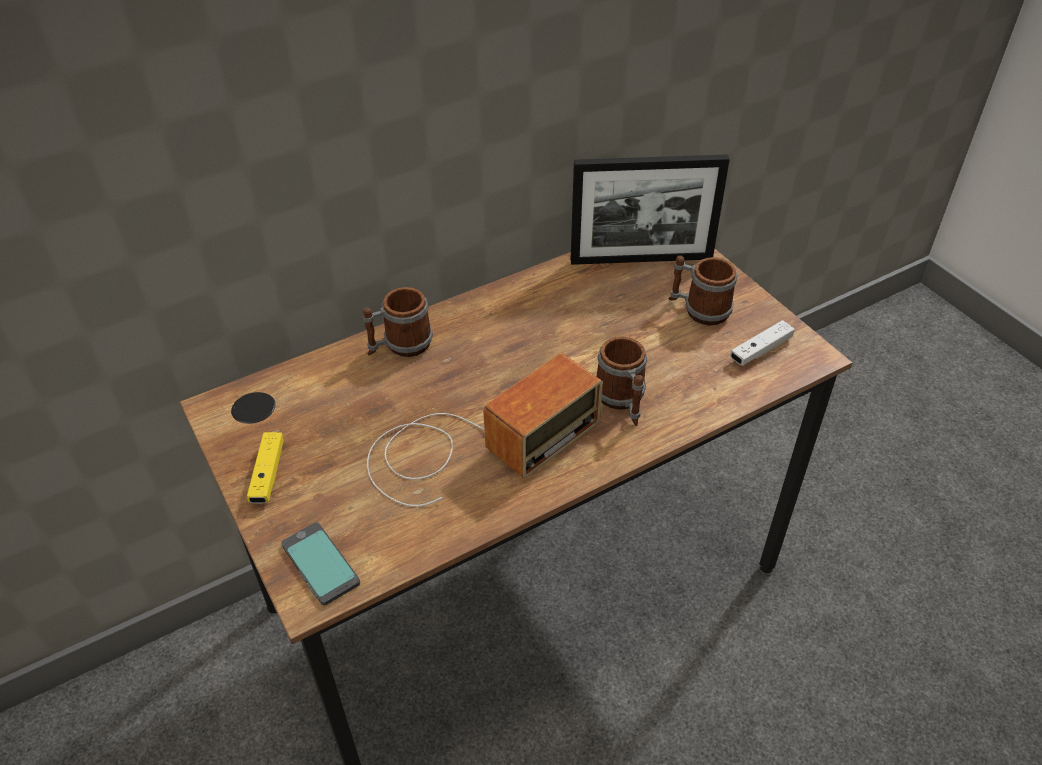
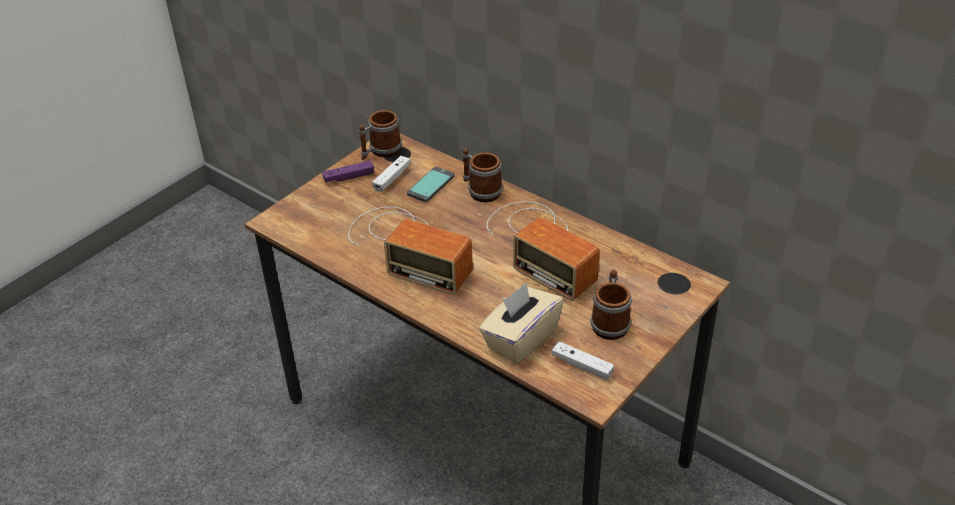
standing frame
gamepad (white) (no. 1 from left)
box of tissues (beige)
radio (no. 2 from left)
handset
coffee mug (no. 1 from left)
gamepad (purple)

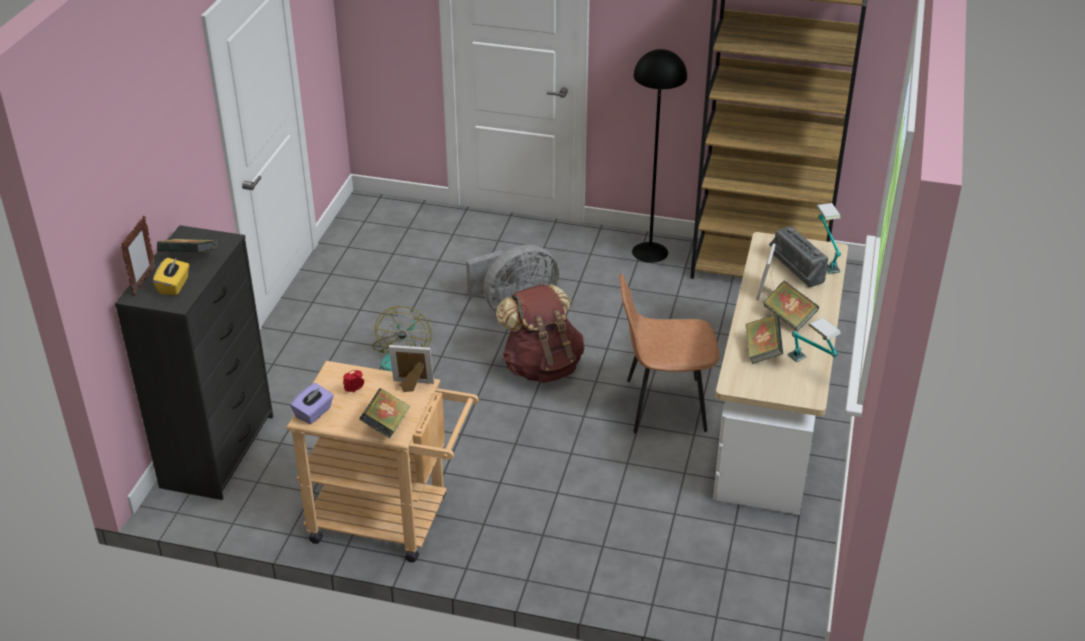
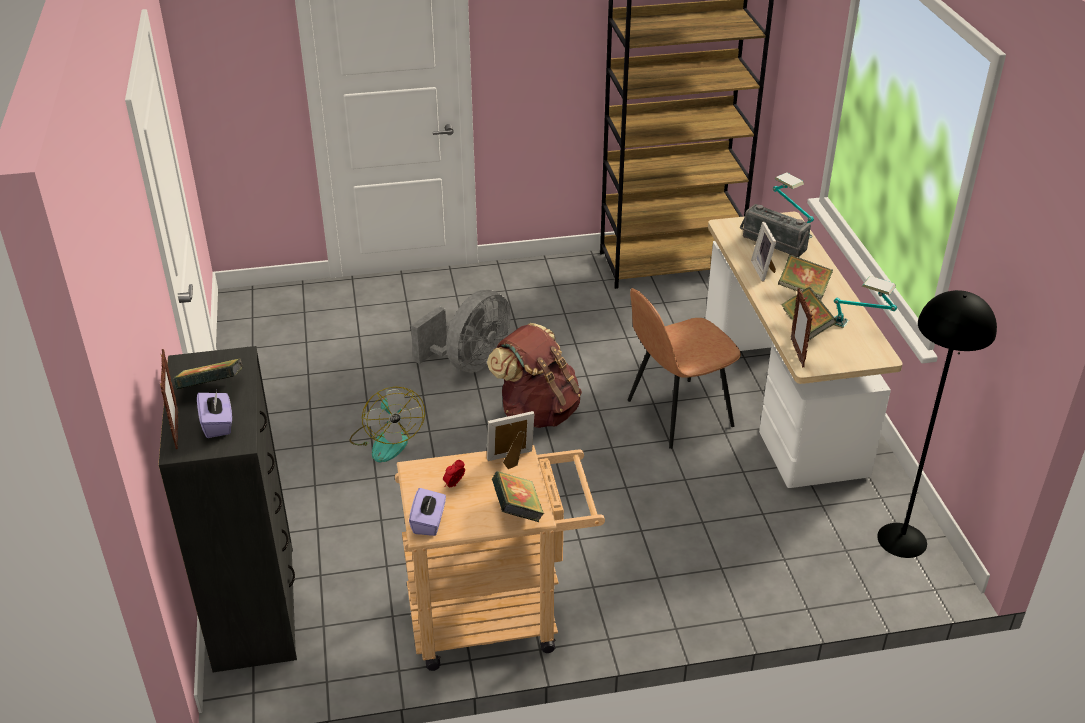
standing frame (no. 4 from left)
standard lamp (black-coloured)
box of tissues (purple) (no. 1 from left)

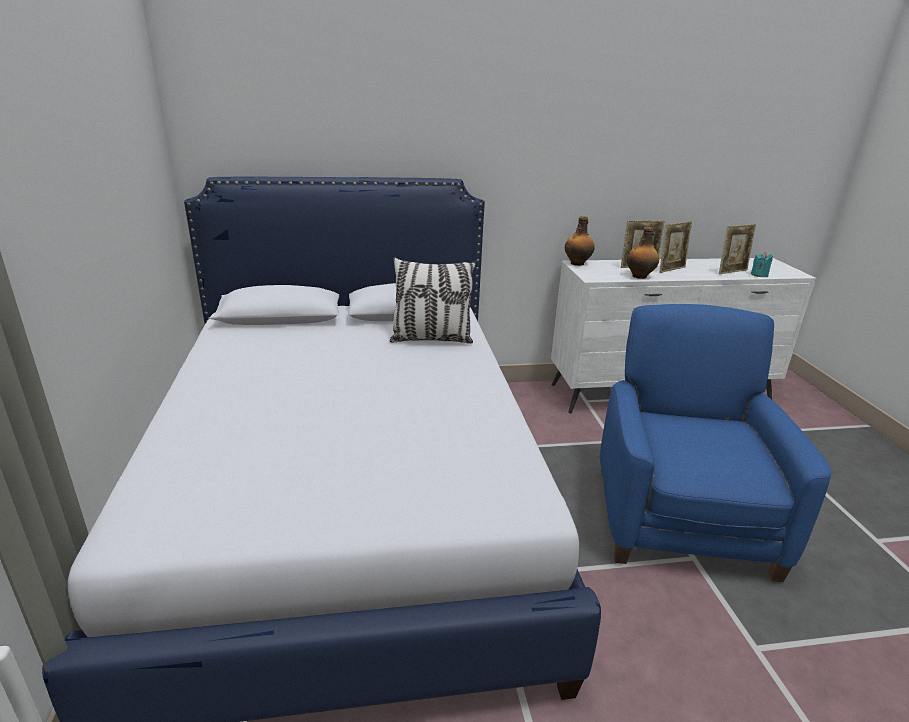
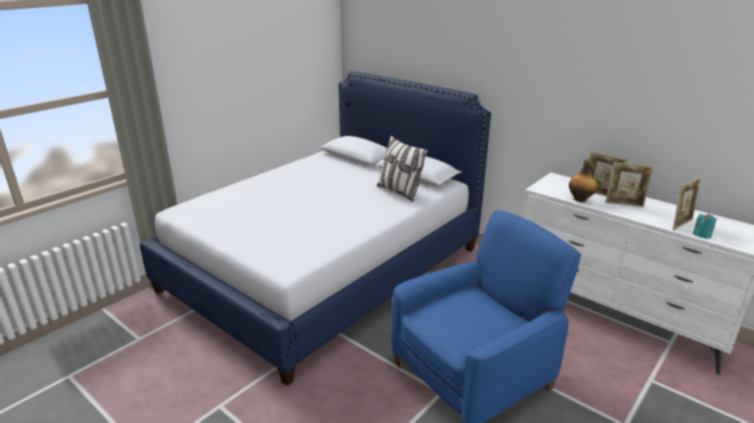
drink bottle (no. 1 from left in the first image)
standing frame (no. 3 from left)

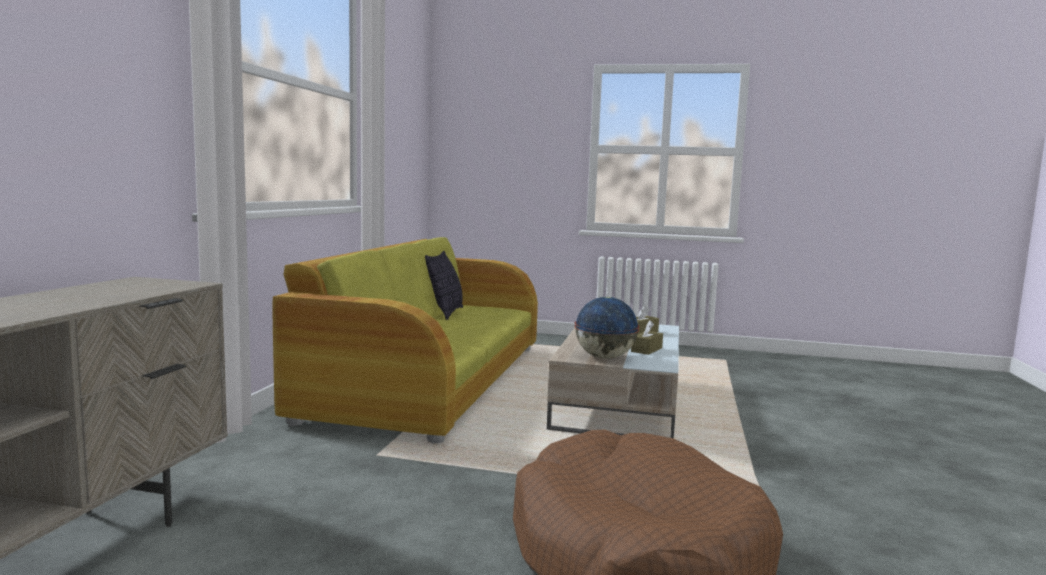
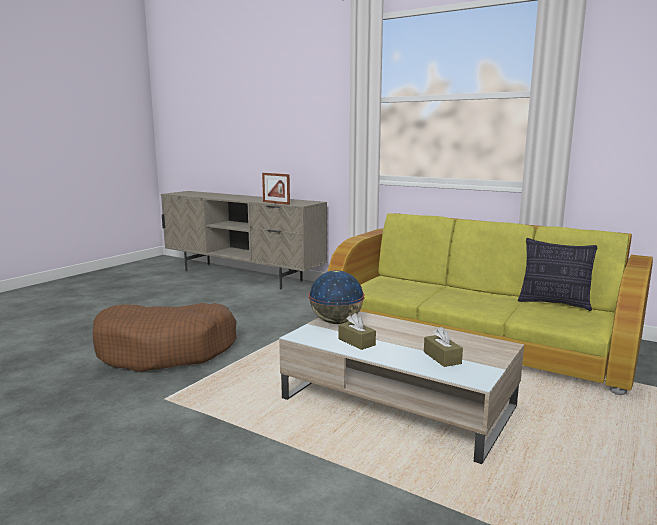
standing frame

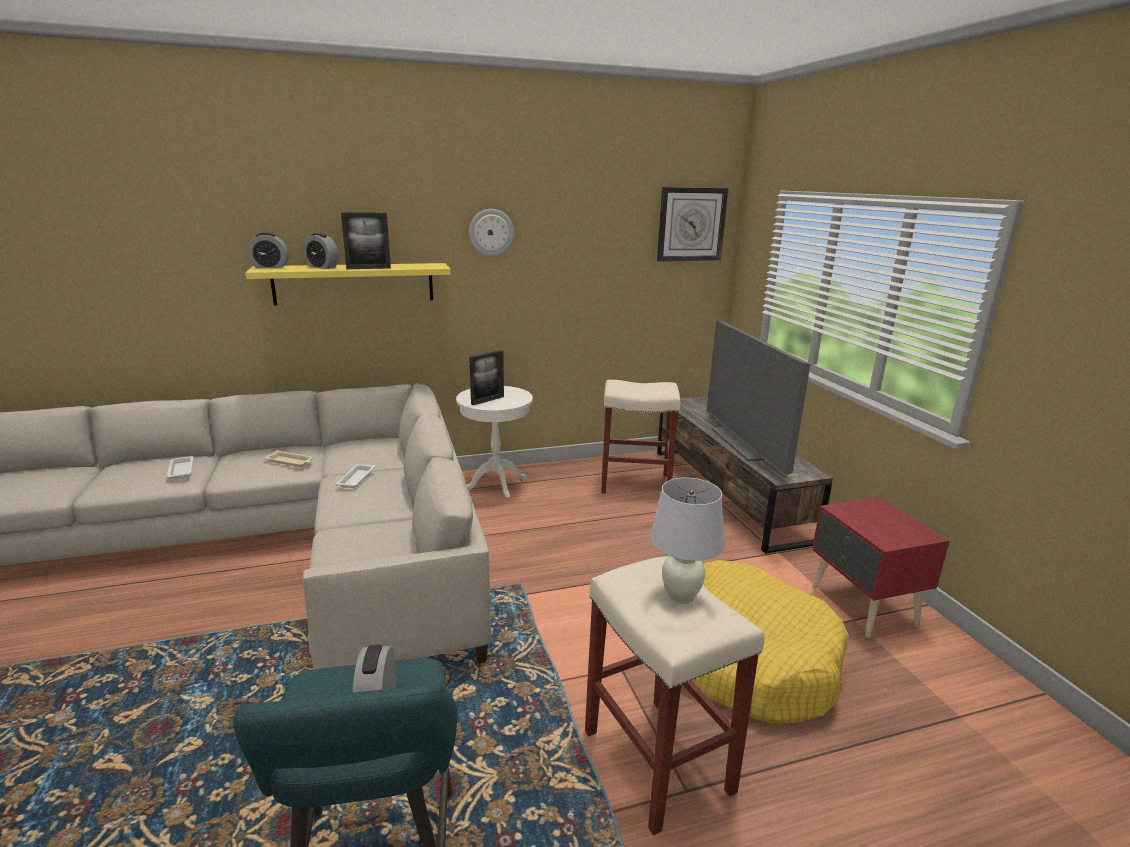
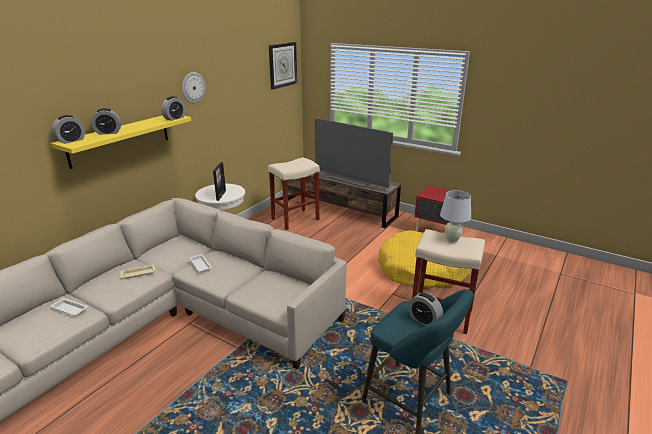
standing frame (no. 1 from left in the first image)
bedside clock (no. 3 from left)

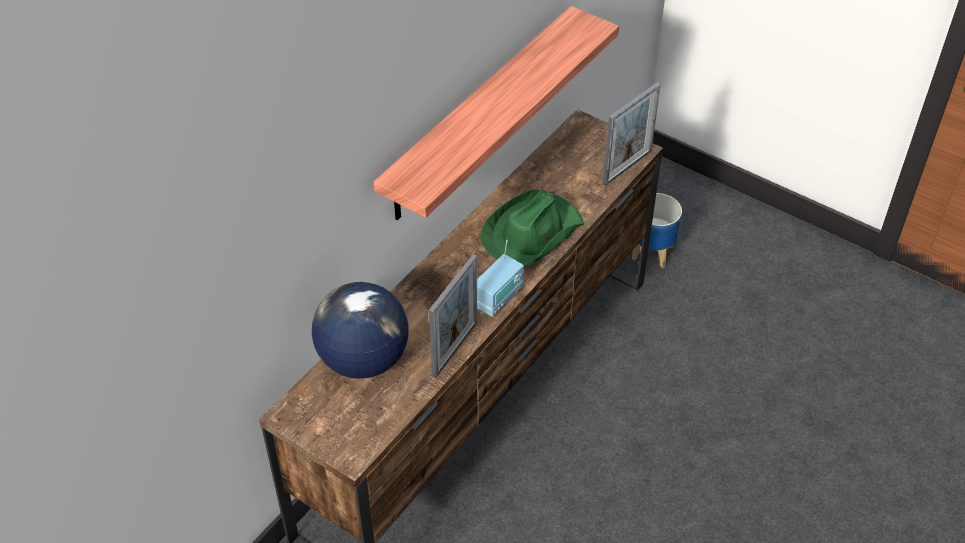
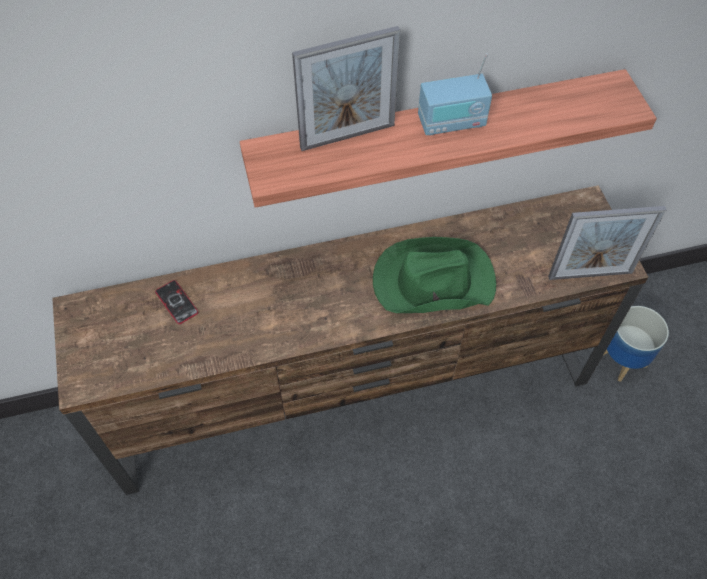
standing frame (no. 1 from left)
radio
handset

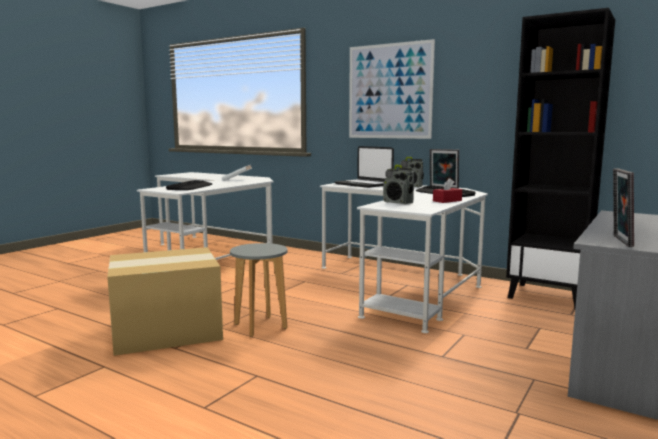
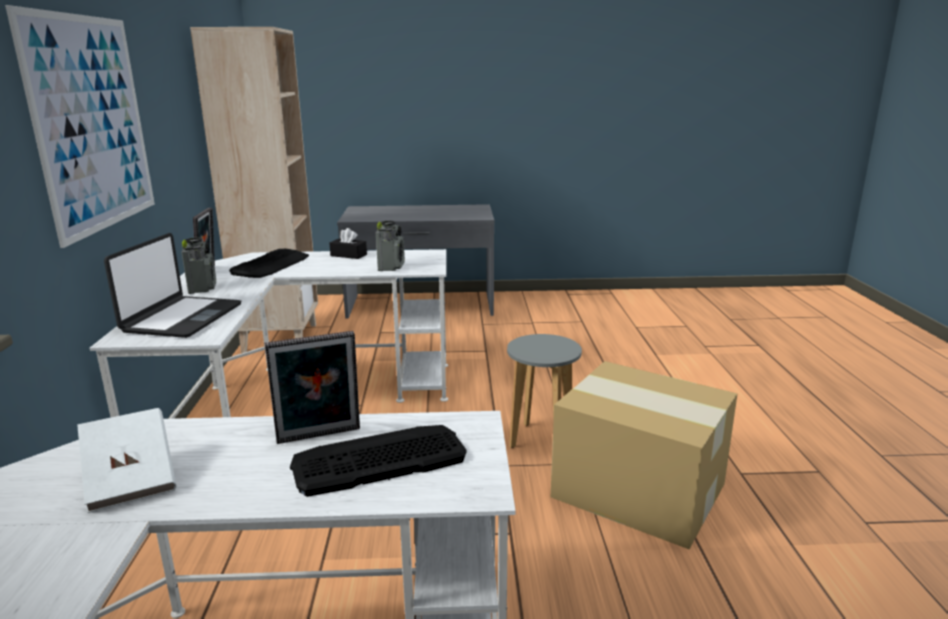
standing frame (no. 2 from left)
box of tissues (black-coloured)
shelving unit (beige)

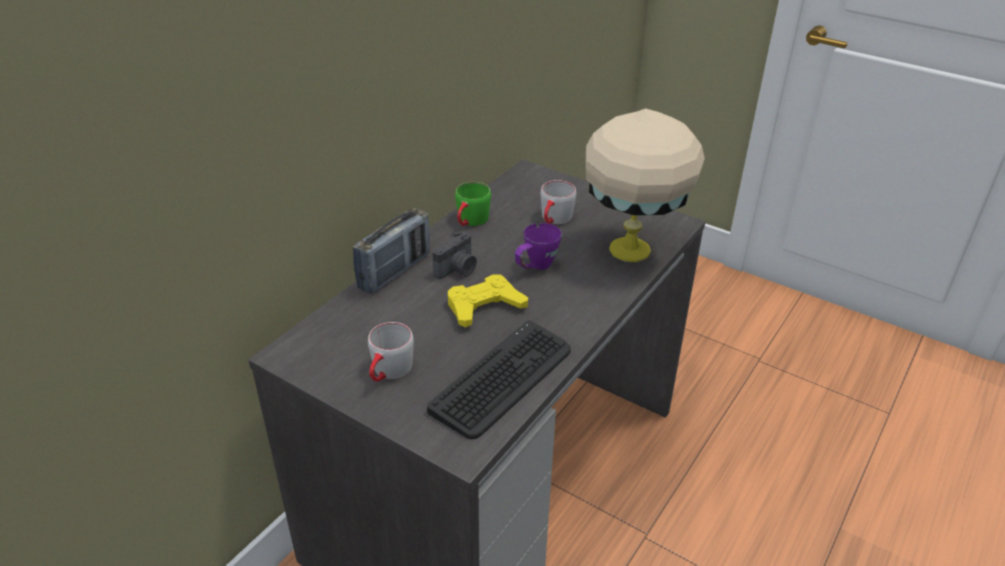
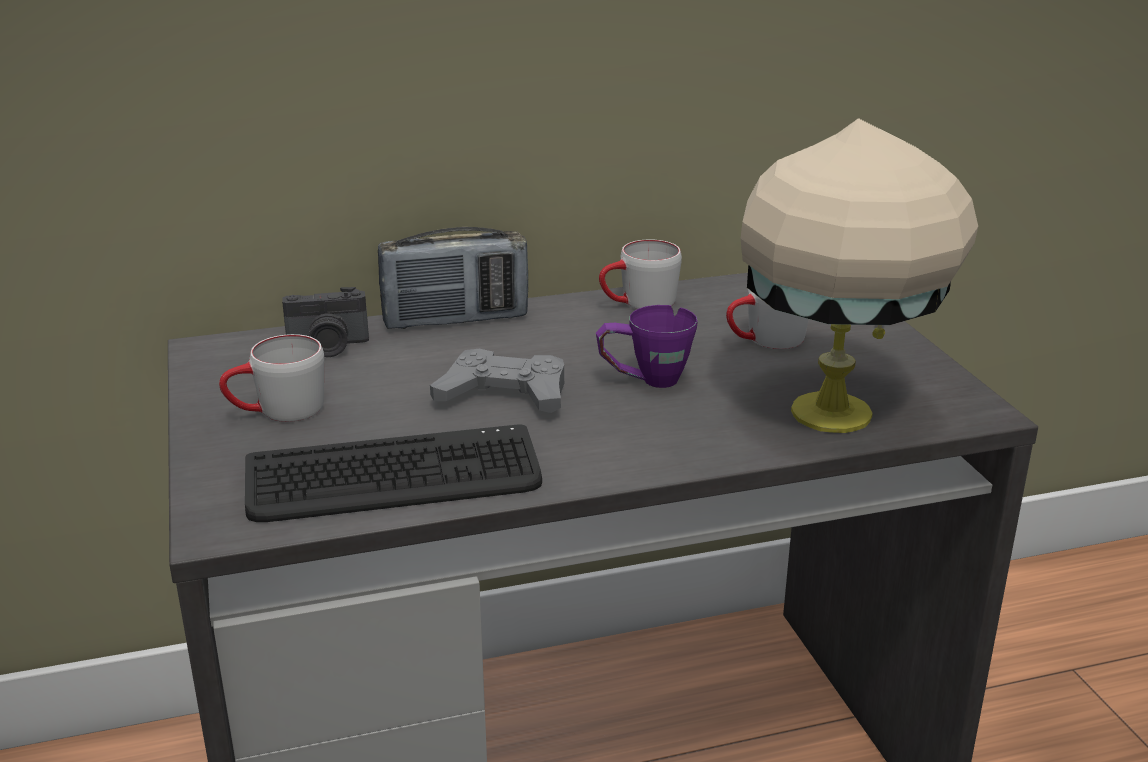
photo camera
gamepad (gray)
coffee mug (gray) (no. 2 from left)

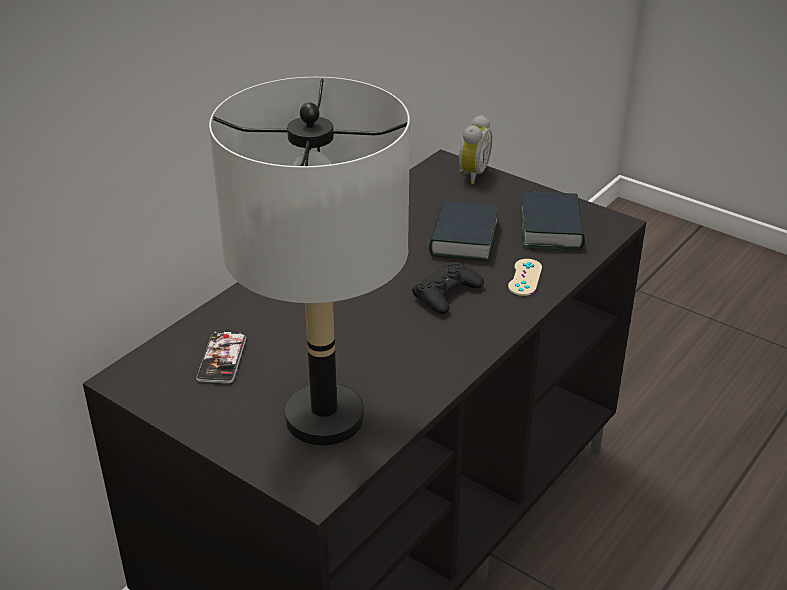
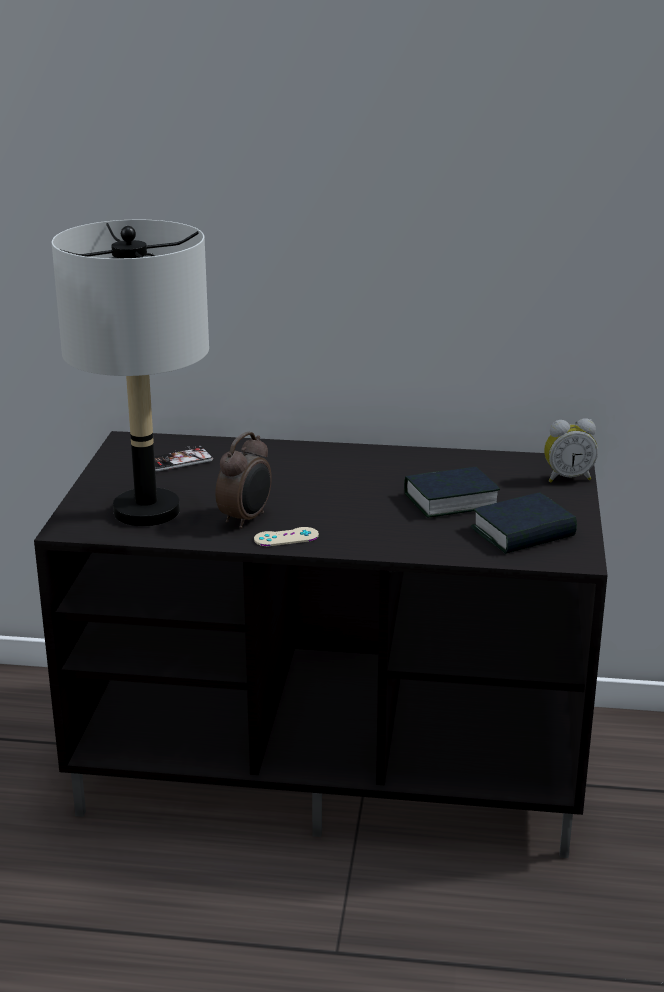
gamepad (black-coloured)
bedside clock (no. 1 from left)
gamepad (beige)

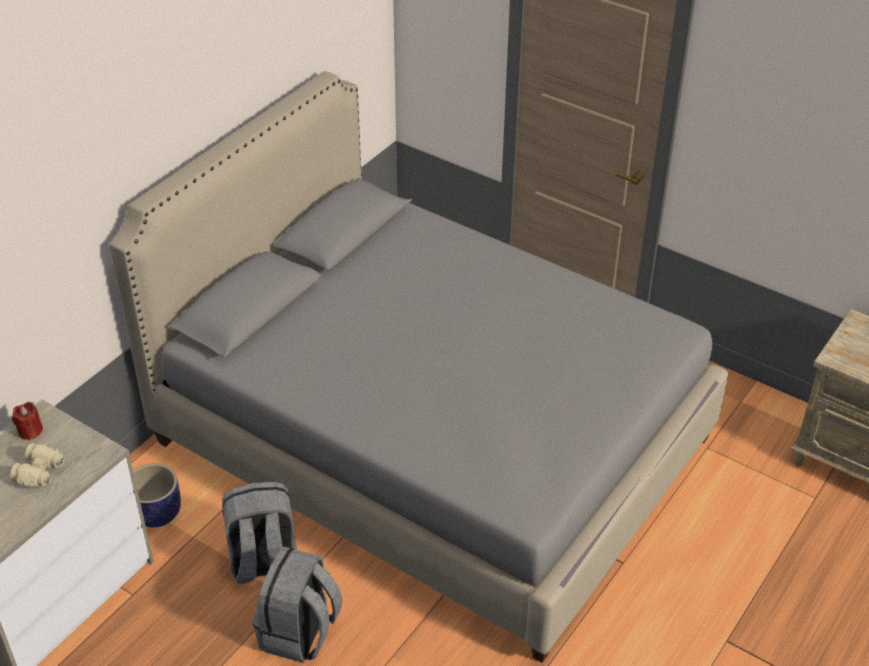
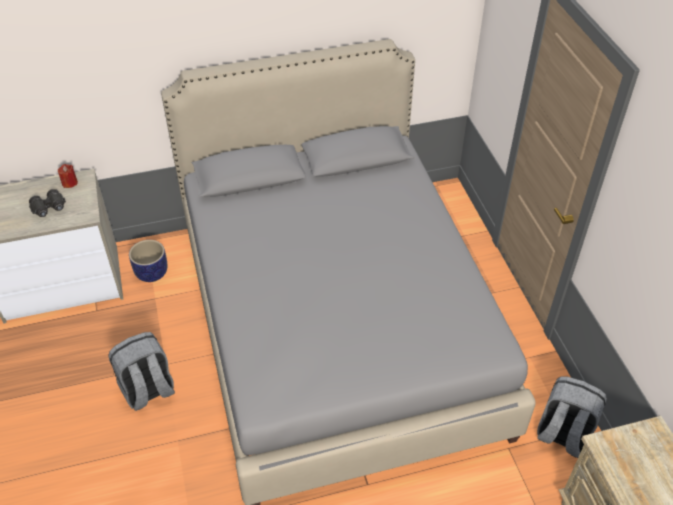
knapsack (gray) (no. 2 from left)
field glasses (black-coloured)

